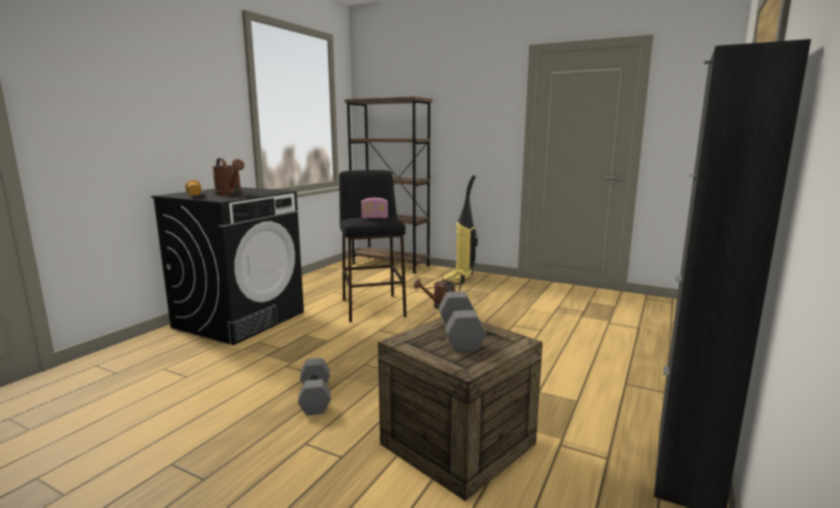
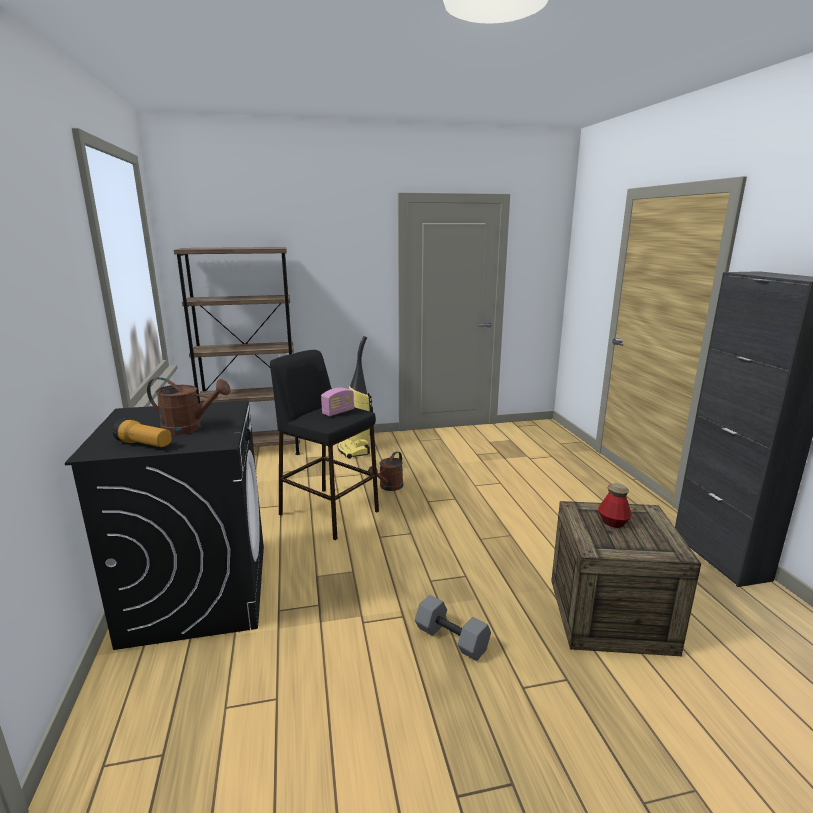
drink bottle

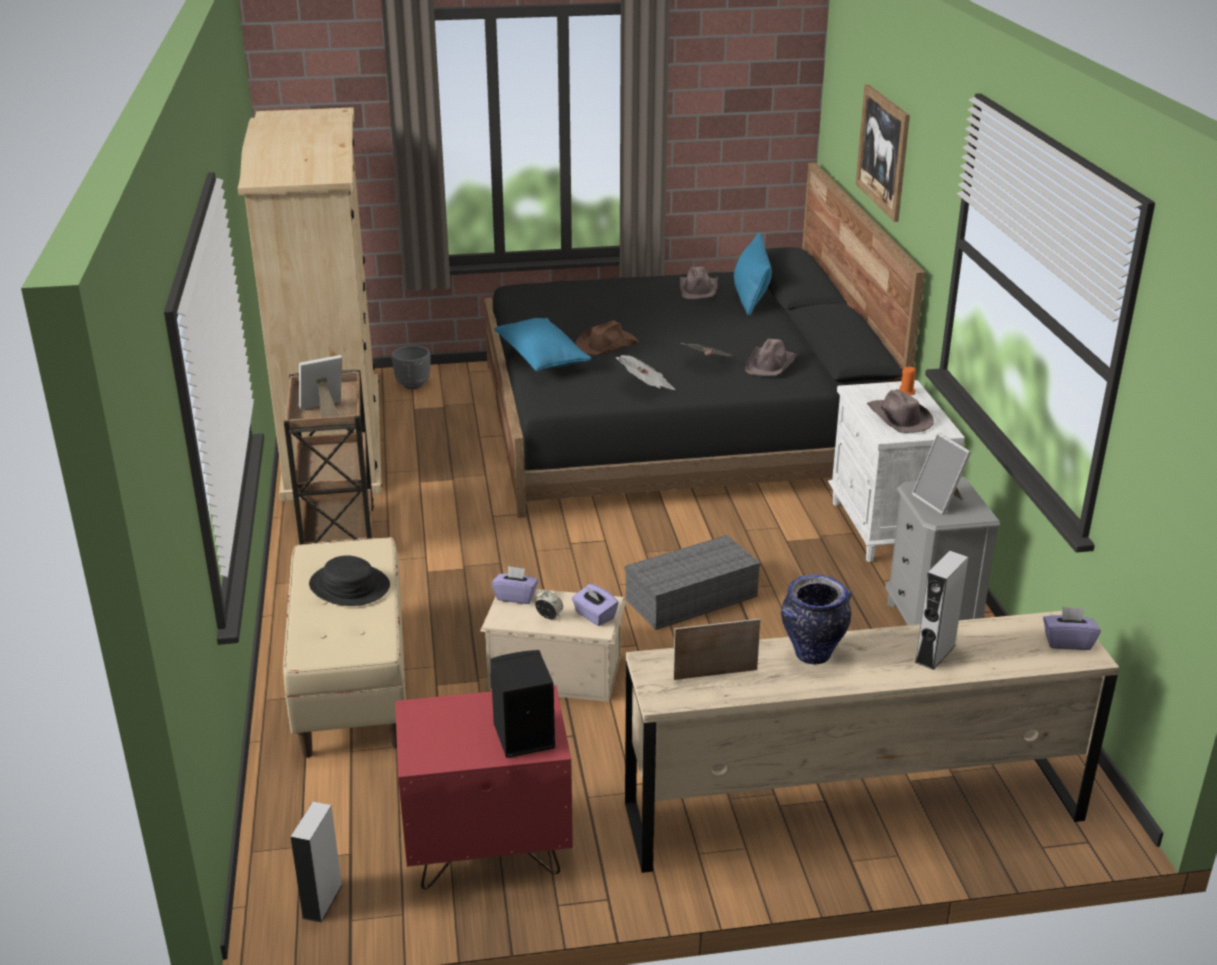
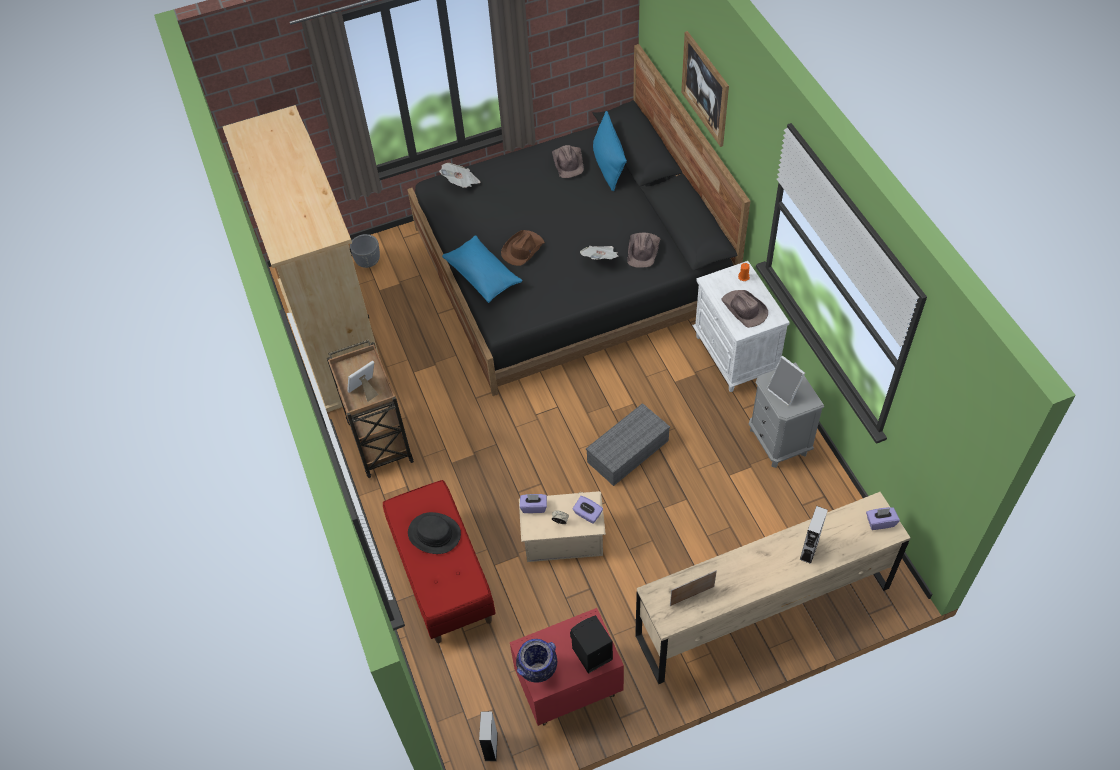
daily paper (no. 1 from left)
vase
indoor bench (red-coloured)

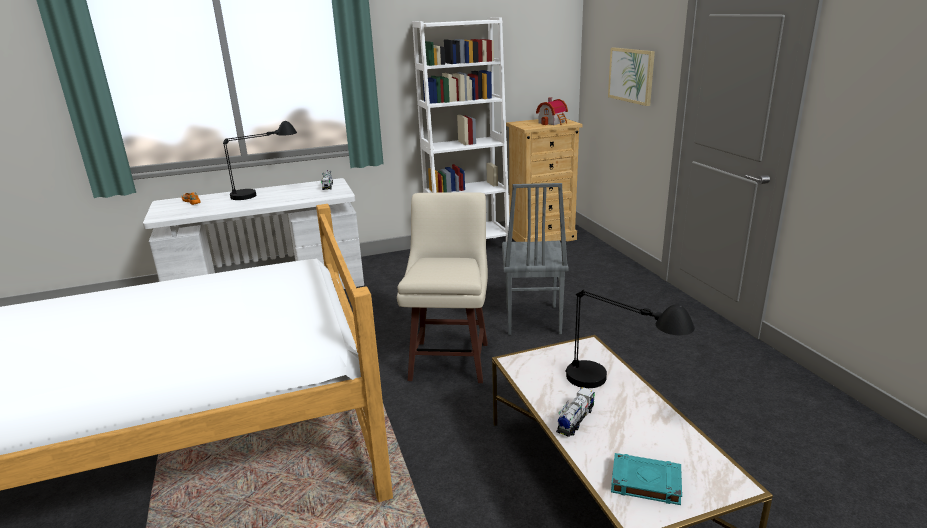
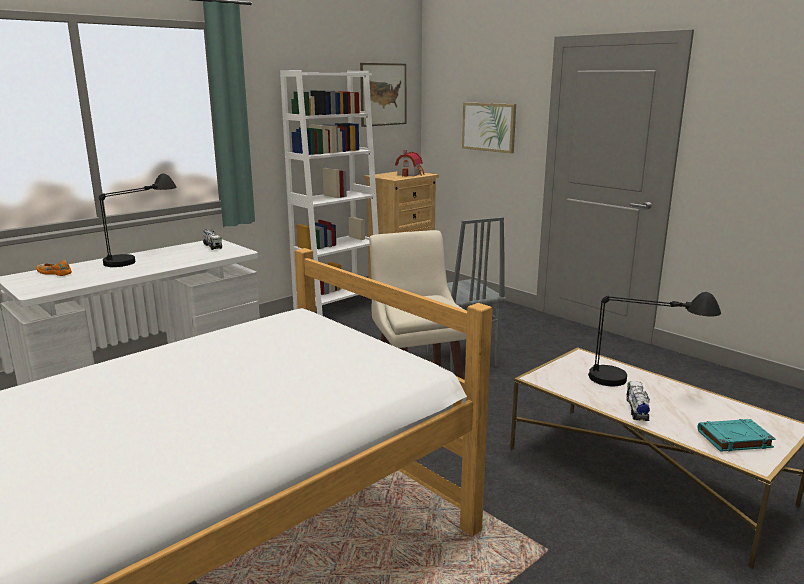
picture (no. 1 from left)

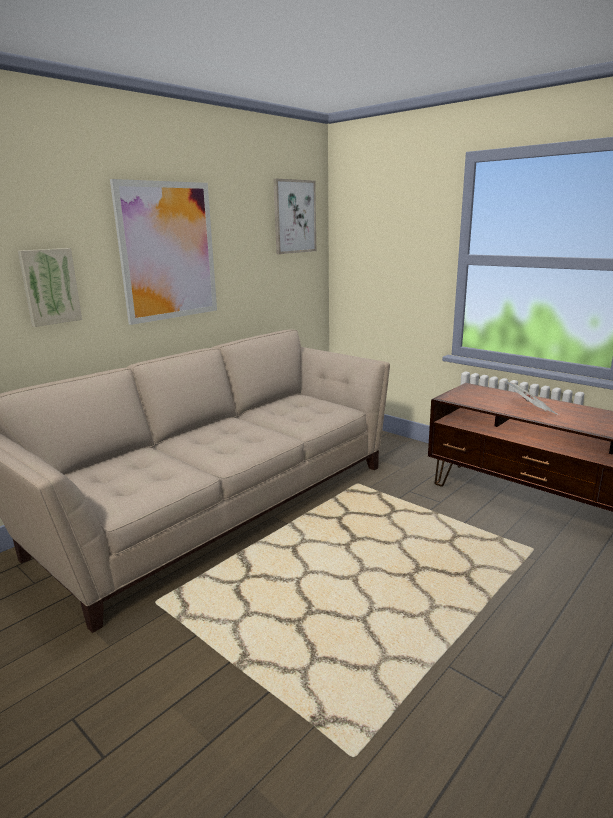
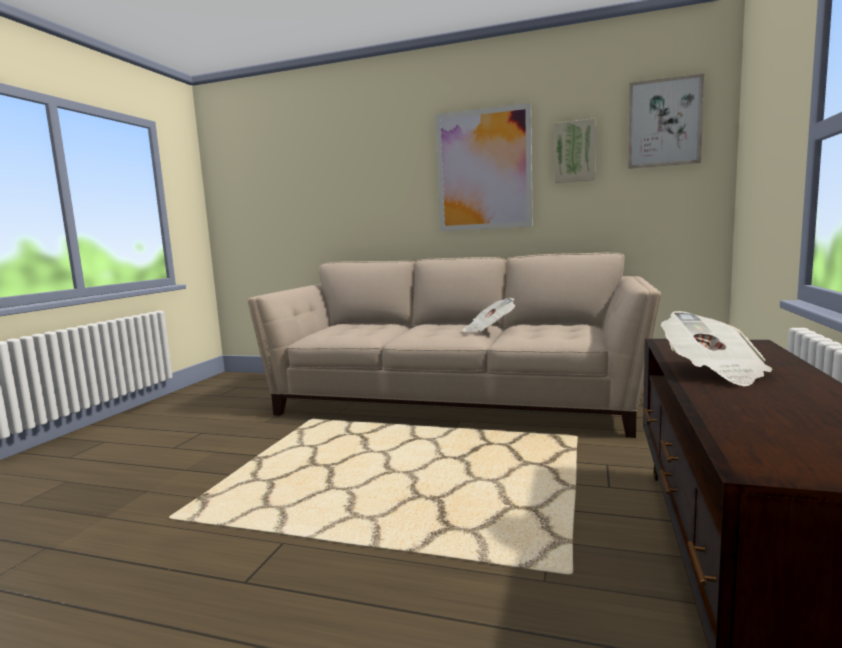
daily paper (no. 1 from left)
picture (no. 2 from left)

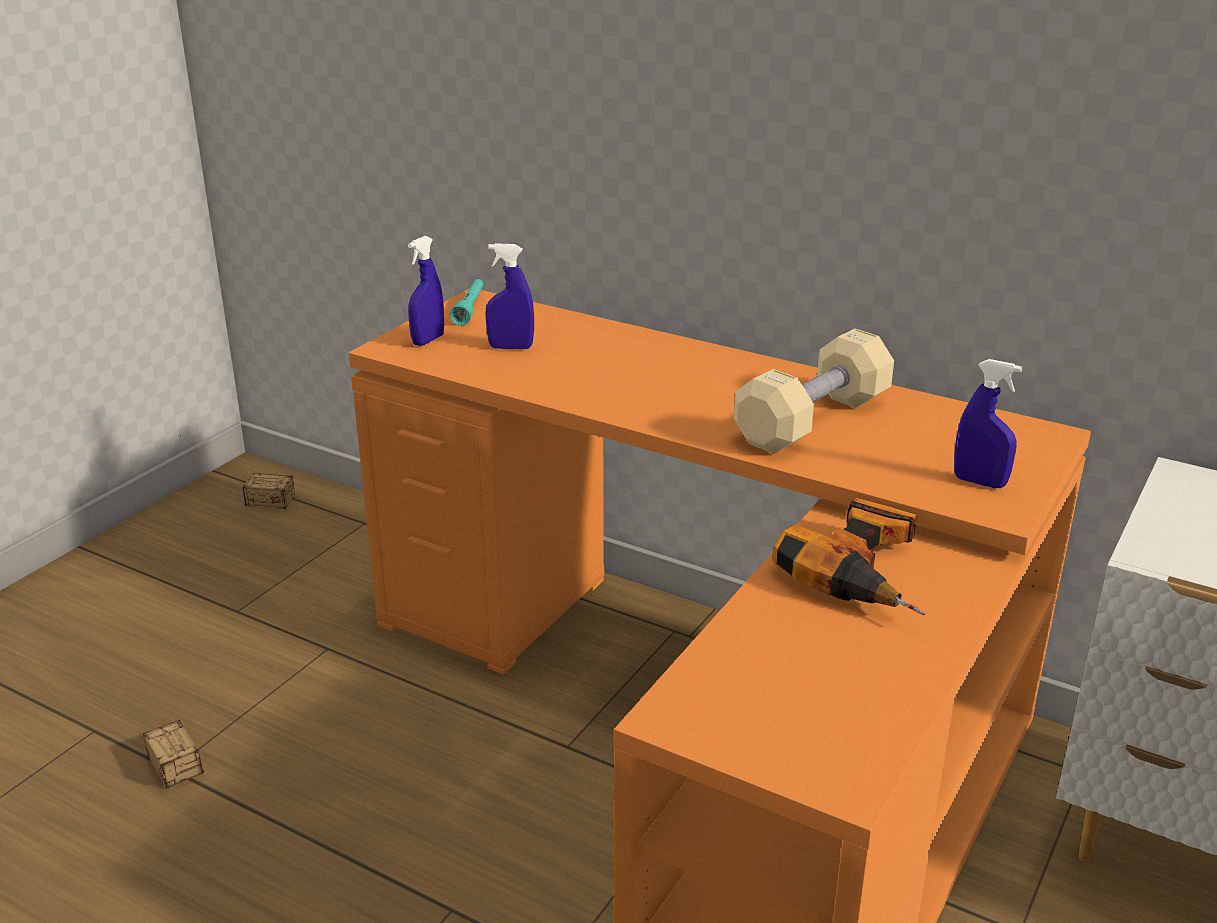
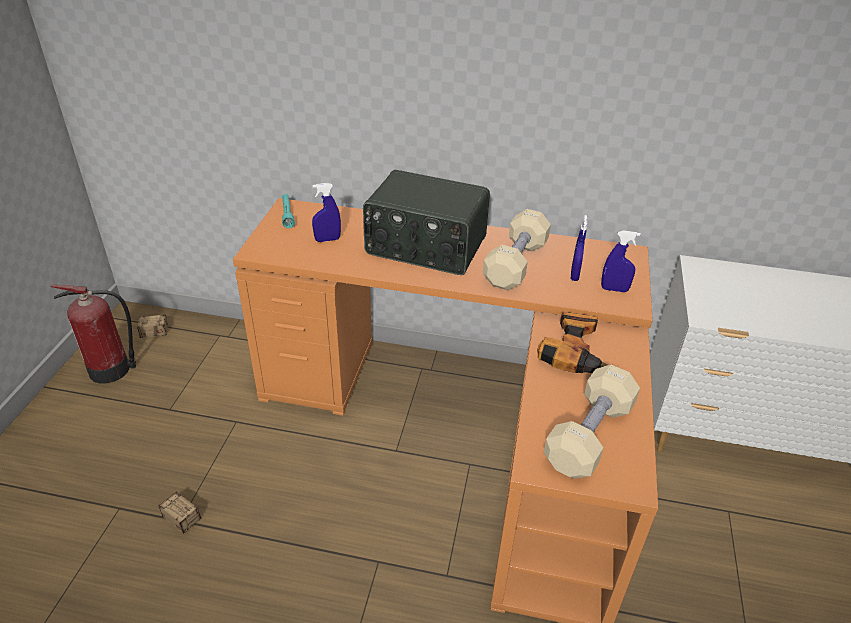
fire-fighting cylinder
radio
dumbbell (beige) (no. 2 from left)
sprayer (bluish) (no. 2 from left)

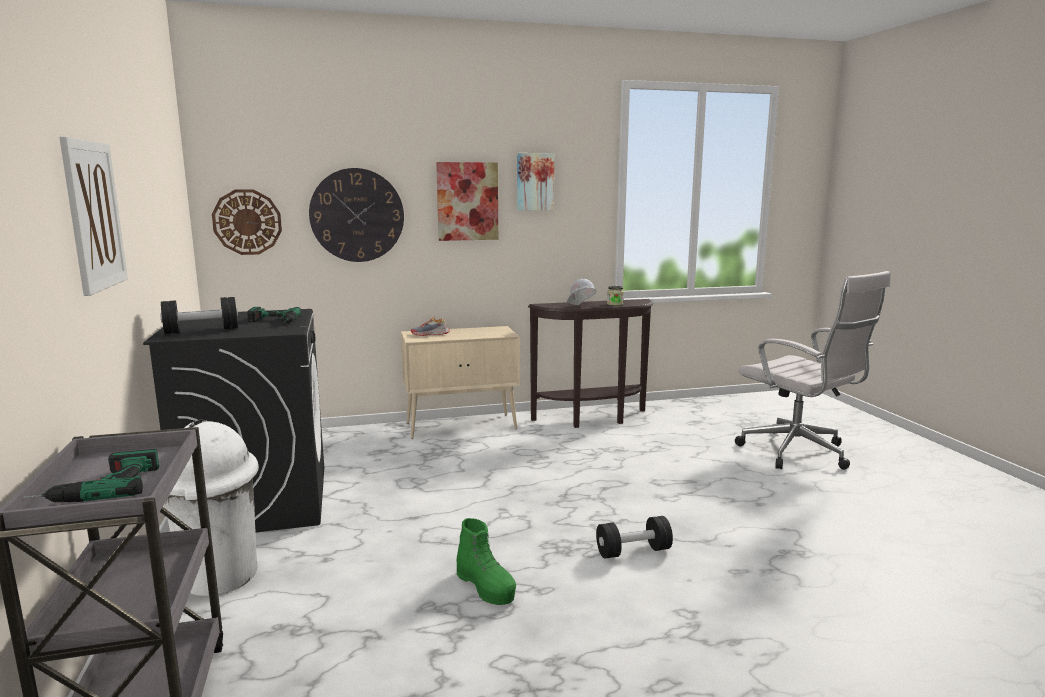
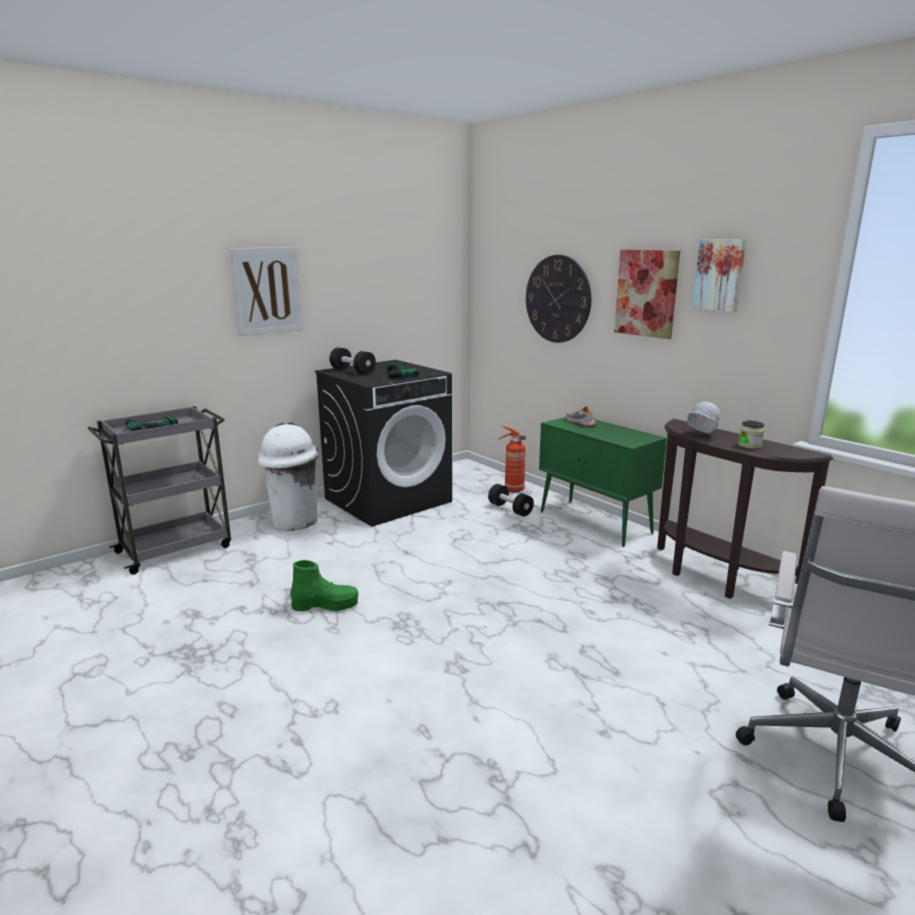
wall clock (no. 1 from left in the first image)
fire-fighting cylinder
dumbbell (black-coloured) (no. 2 from left)
storage cabinet (green-coloured)
high-top boot (green-coloured)

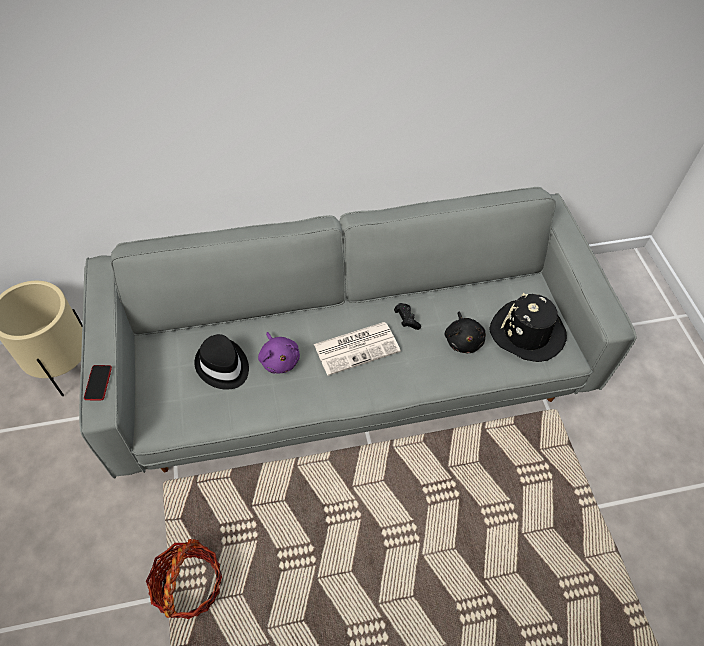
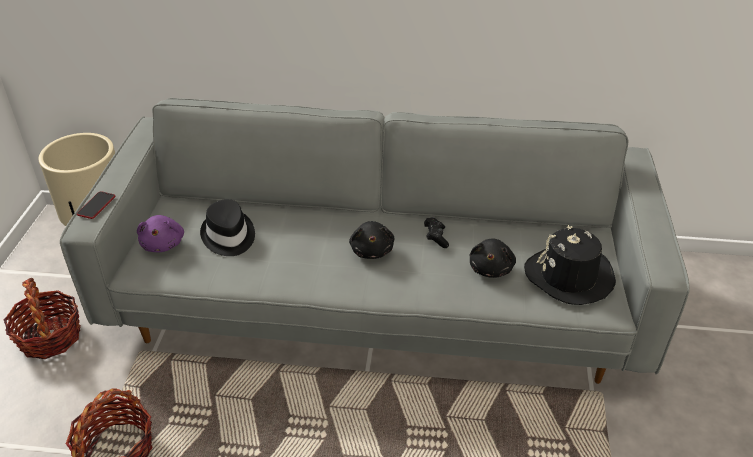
storage basket (no. 1 from left)
cuddly toy (purple)
cuddly toy (black-coloured) (no. 1 from left)

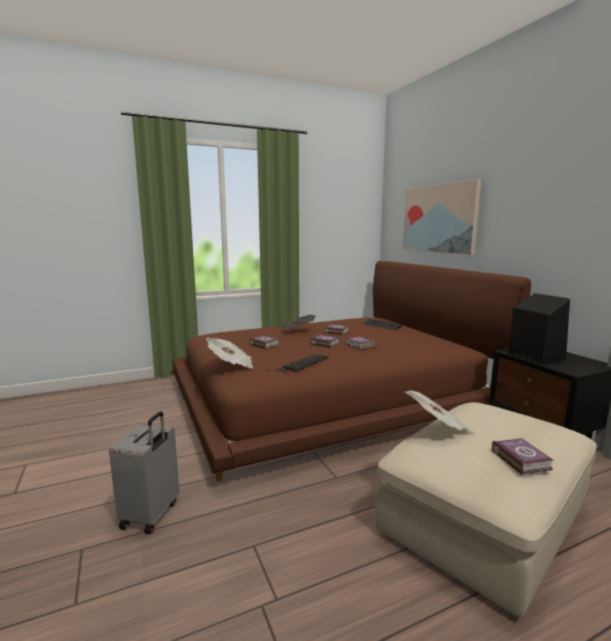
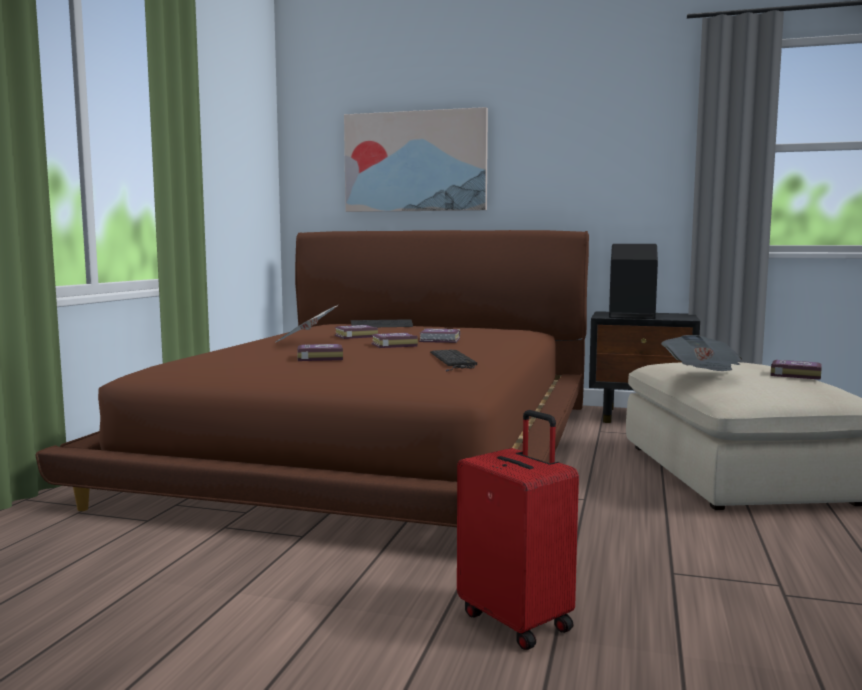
daily paper (no. 1 from left in the first image)
travel case (red-coloured)

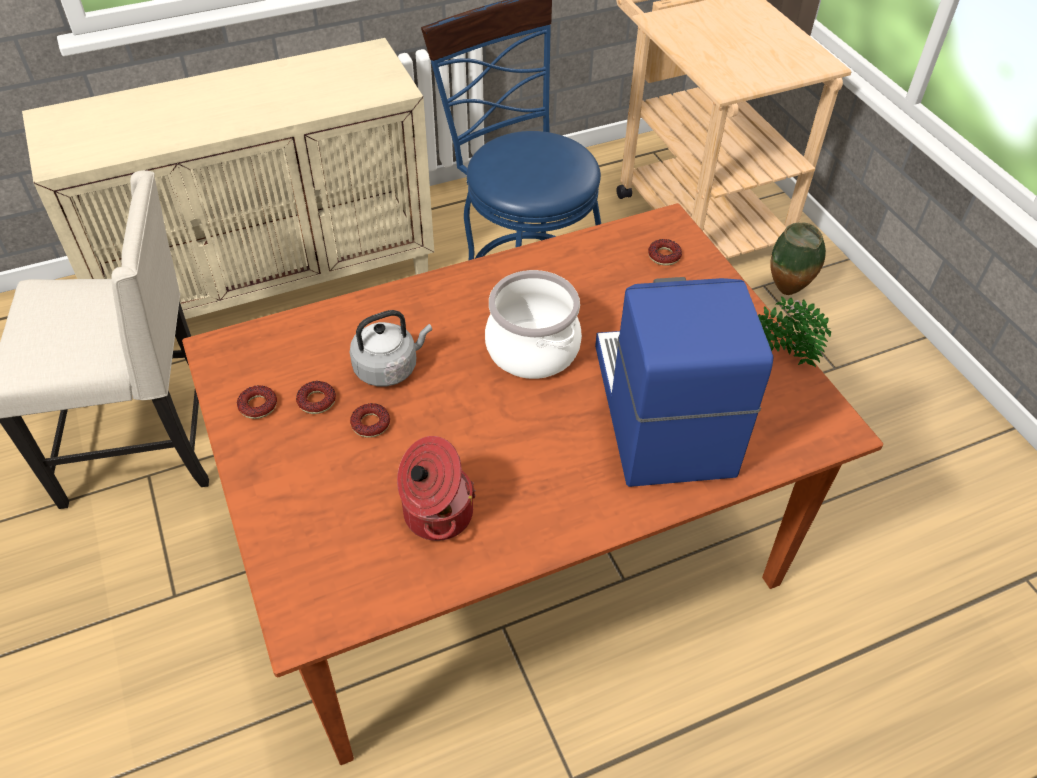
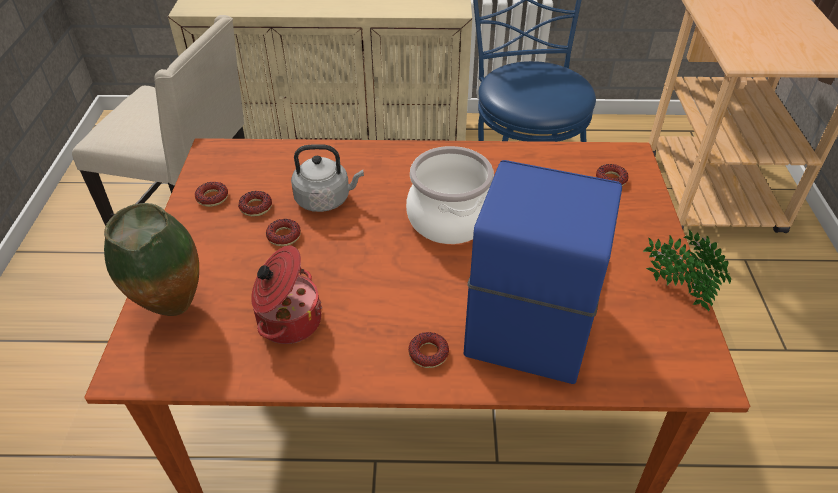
donut (no. 4 from left)
vase

